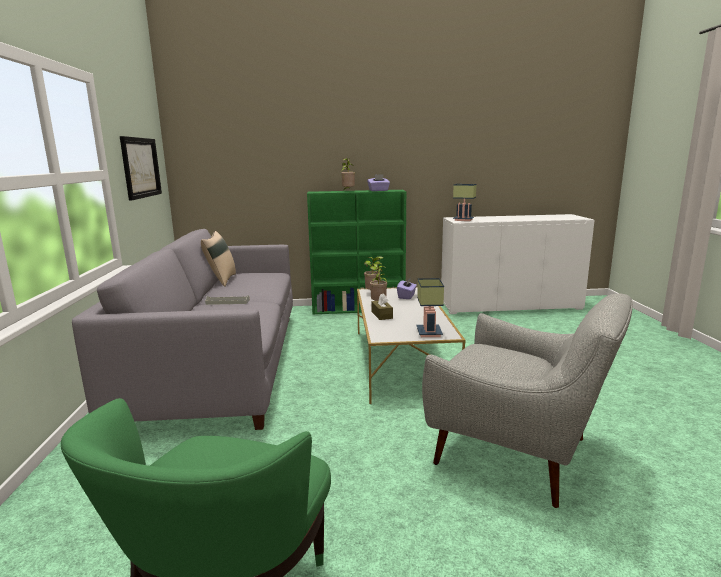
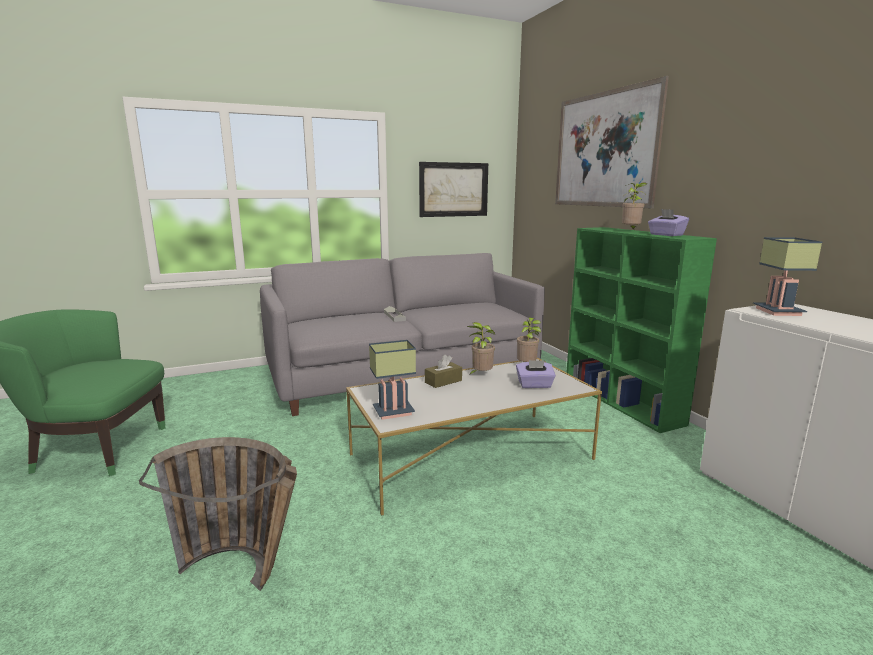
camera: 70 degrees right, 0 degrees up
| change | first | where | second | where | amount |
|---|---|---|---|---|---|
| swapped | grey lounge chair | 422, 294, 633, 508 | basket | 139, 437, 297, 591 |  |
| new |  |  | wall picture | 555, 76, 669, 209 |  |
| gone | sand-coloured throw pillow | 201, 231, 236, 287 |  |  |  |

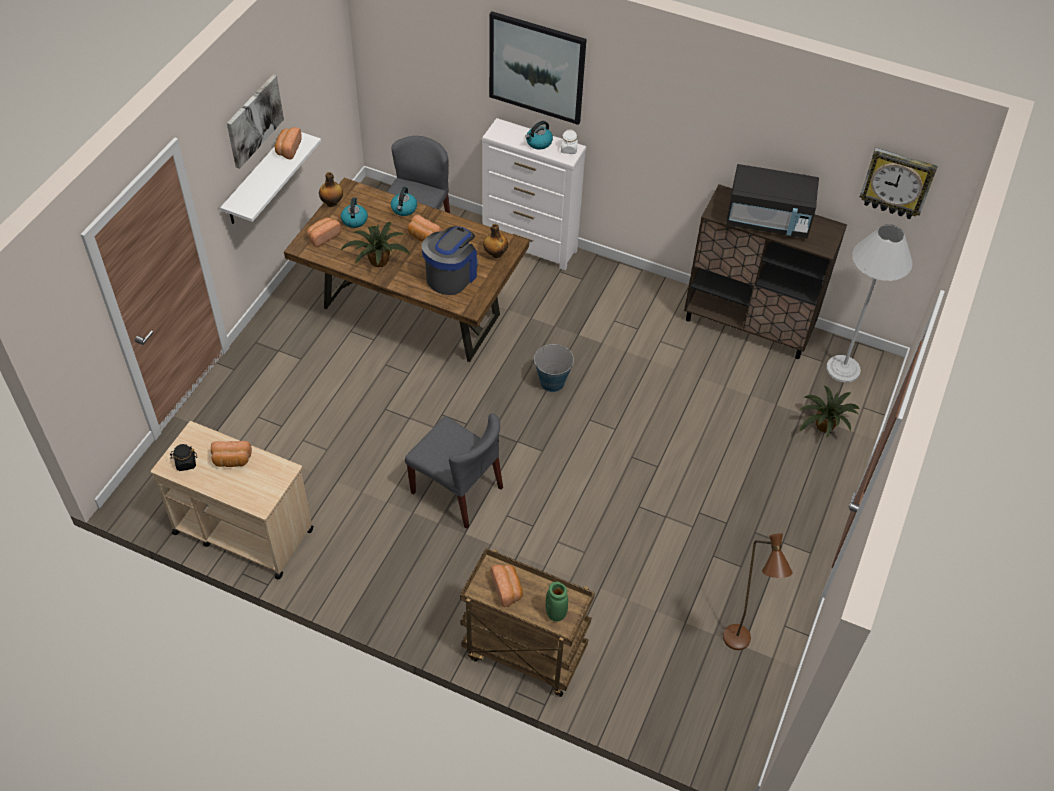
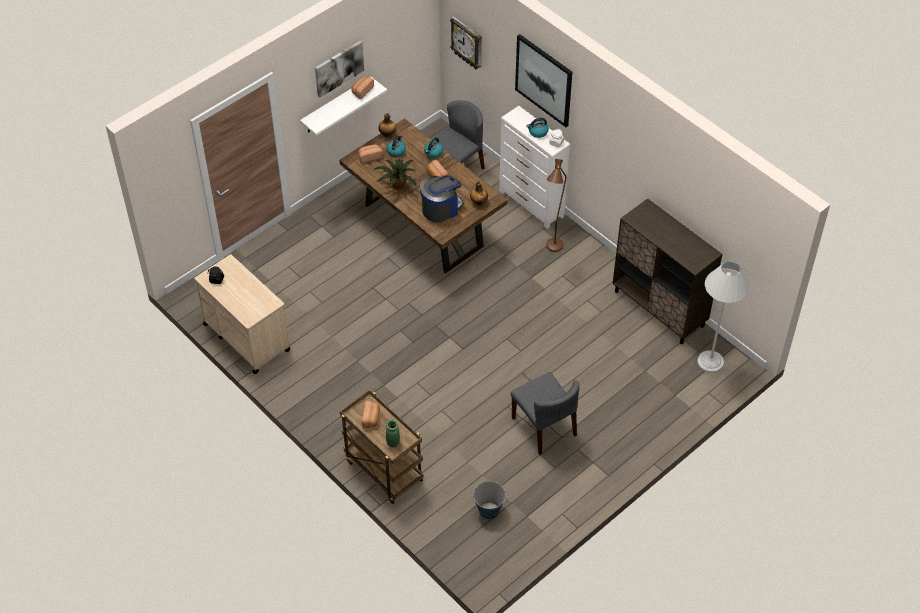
camera: 25 degrees right, 0 degrees up
| change | first | where | second | where | amount |
|---|---|---|---|---|---|
| shifted | wall clock | 860, 148, 938, 219 |  | 450, 16, 482, 70 |  |
| shifted | bucket | 533, 344, 574, 392 |  | 472, 481, 506, 519 |  |
| shifted | grey upright chair | 405, 413, 503, 529 |  | 511, 372, 580, 455 |  |
| shifted | brown floor lamp | 723, 533, 793, 650 |  | 546, 159, 566, 252 |  |
| gone | baked bread | 211, 441, 252, 467 |  |  |  |
| gone | black-coloured kitchen microwave | 726, 164, 819, 238 |  |  |  |
| gone | potted plant | 799, 386, 860, 437 |  |  |  |

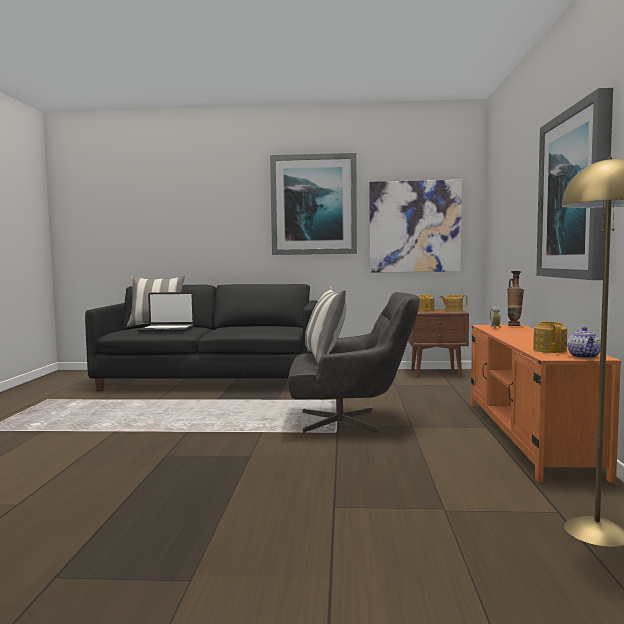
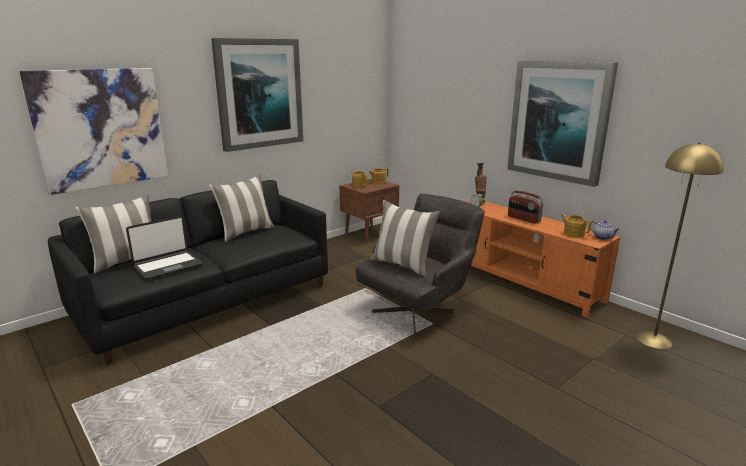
camera: 45 degrees left, 15 degrees up
| change | first | where | second | where | amount |
|---|---|---|---|---|---|
| shifted | wall picture | 369, 180, 462, 273 |  | 19, 68, 168, 195 |  |
| new |  |  | throw pillow | 209, 174, 275, 242 |  |
| new |  |  | radio receiver | 508, 190, 543, 224 |  |

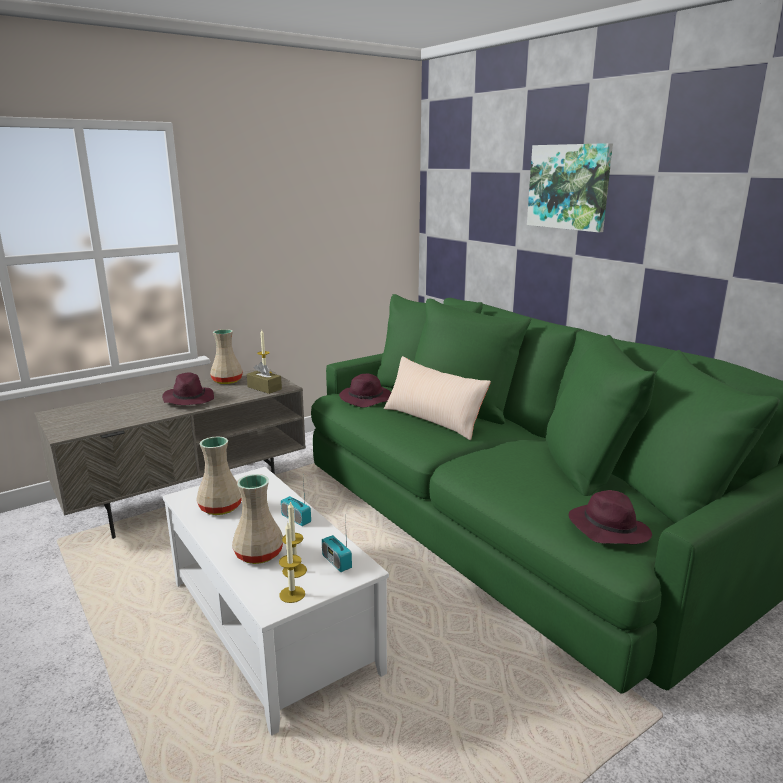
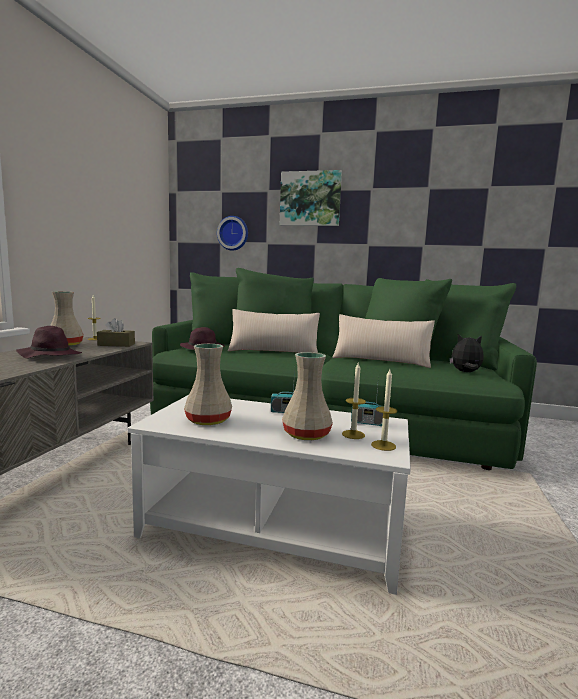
camera: 40 degrees left, 10 degrees down
| change | first | where | second | where | amount |
|---|---|---|---|---|---|
| new |  |  | wall clock | 217, 216, 248, 251 |  |
| new |  |  | sand-coloured throw pillow | 332, 314, 435, 368 |  |
| swapped | purple-coloured hat | 569, 490, 652, 544 | plush toy | 449, 334, 484, 372 |  |

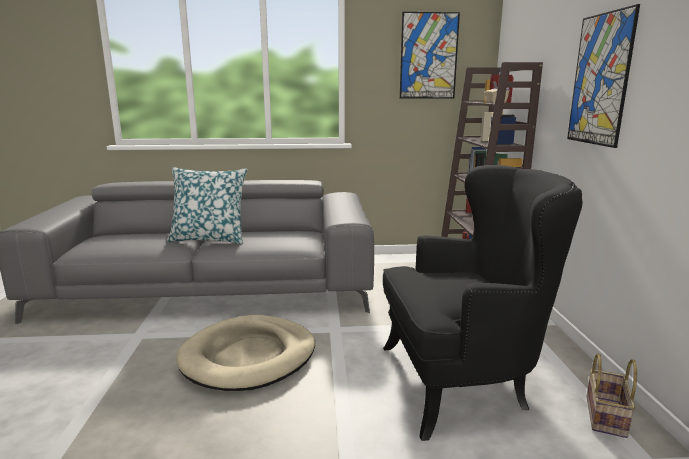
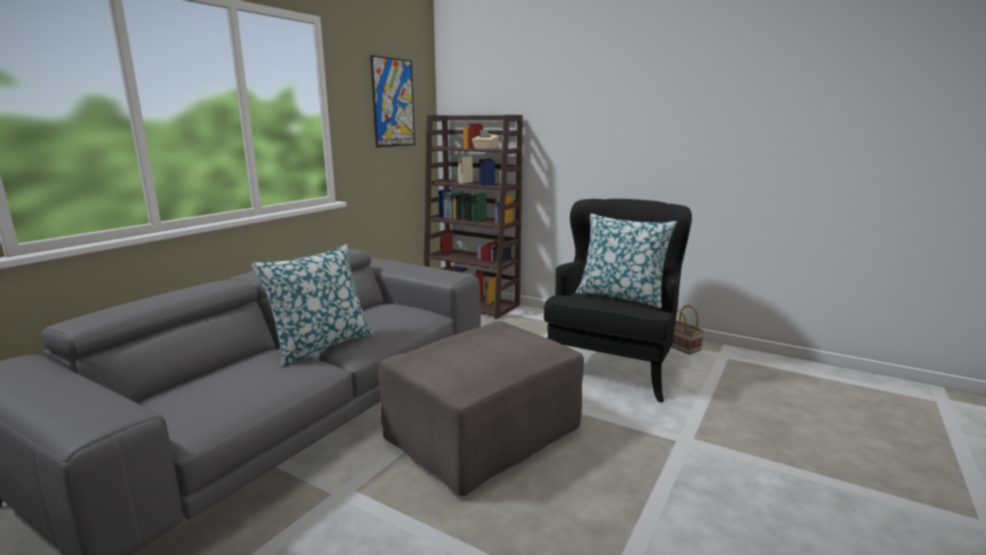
camera: 55 degrees left, 0 degrees up
| change | first | where | second | where | amount |
|---|---|---|---|---|---|
| swapped | sand-coloured dog bed | 176, 315, 315, 391 | grey pouffe | 378, 321, 584, 496 |  |
| new |  |  | throw pillow | 575, 214, 677, 309 |  |
| gone | wall picture | 567, 4, 640, 148 |  |  |  |

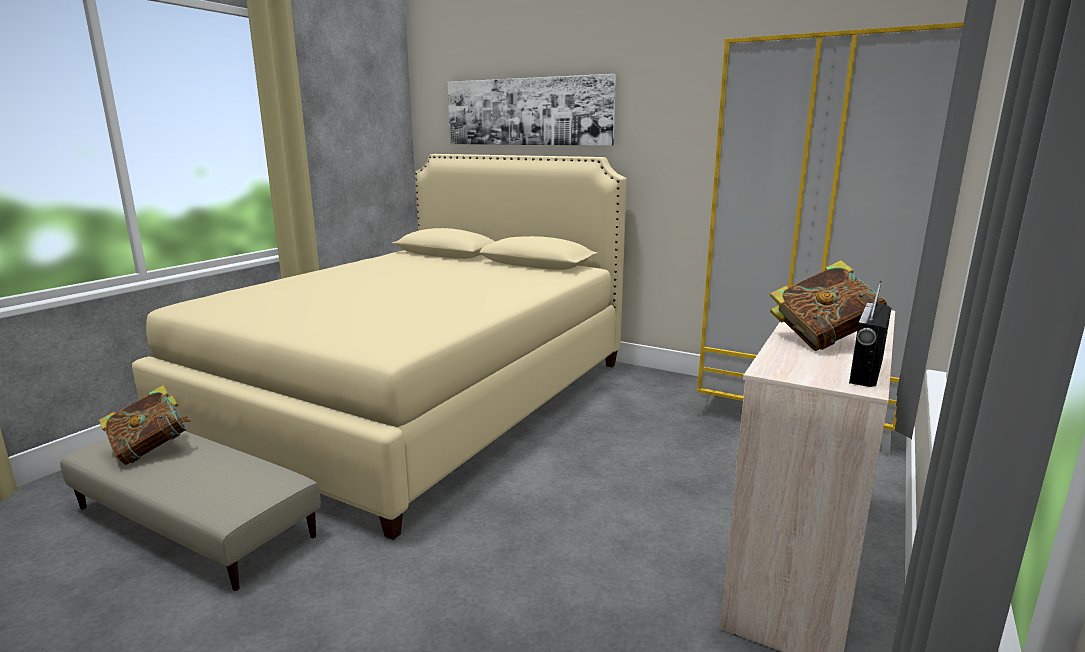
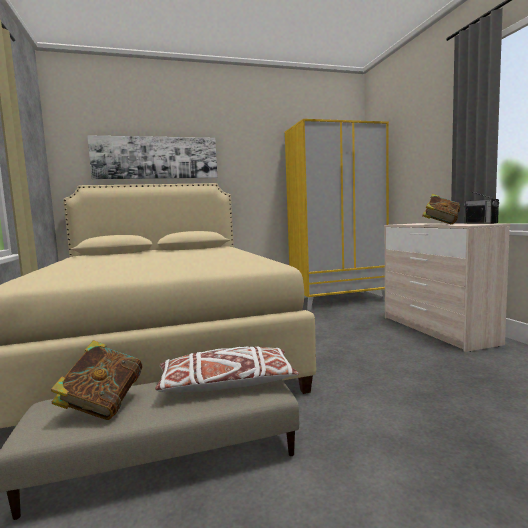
camera: 45 degrees left, 10 degrees down
| change | first | where | second | where | amount |
|---|---|---|---|---|---|
| new |  |  | whitish throw pillow | 155, 346, 299, 392 |  |

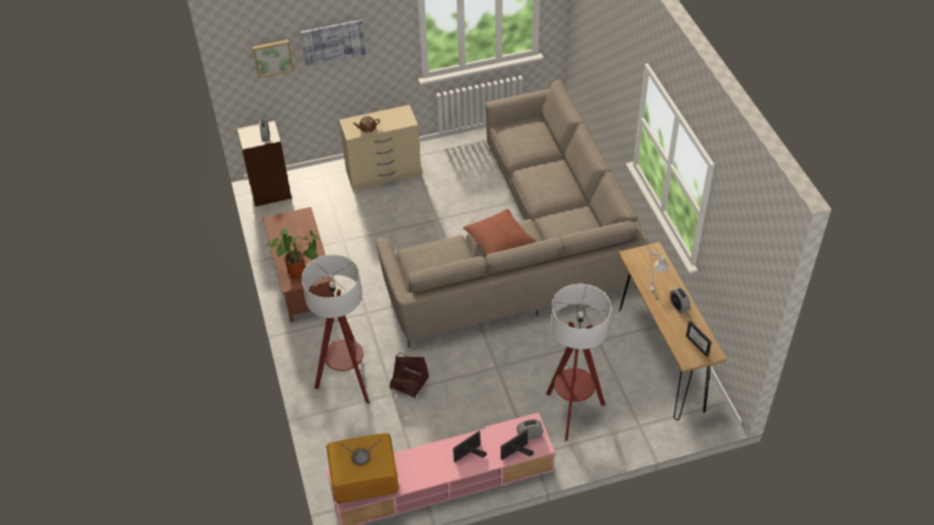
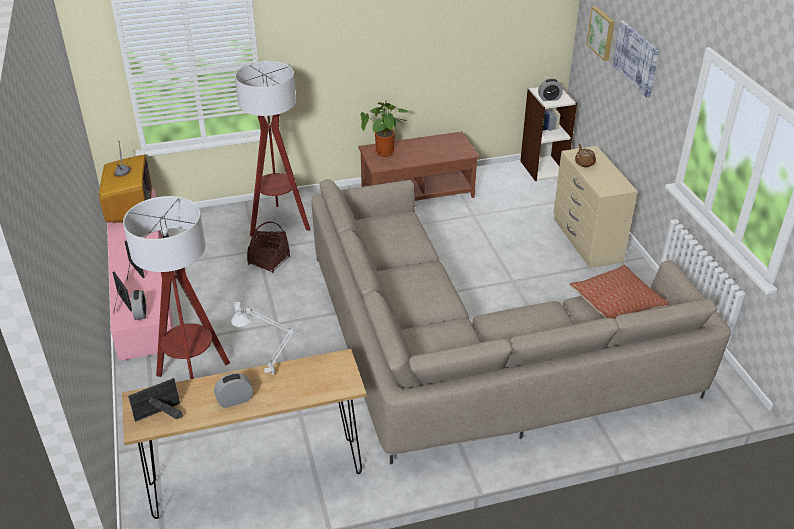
camera: 90 degrees right, 10 degrees down
| change | first | where | second | where | amount |
|---|---|---|---|---|---|
| shifted | throw pillow | 463, 209, 536, 256 |  | 569, 265, 669, 319 |  |

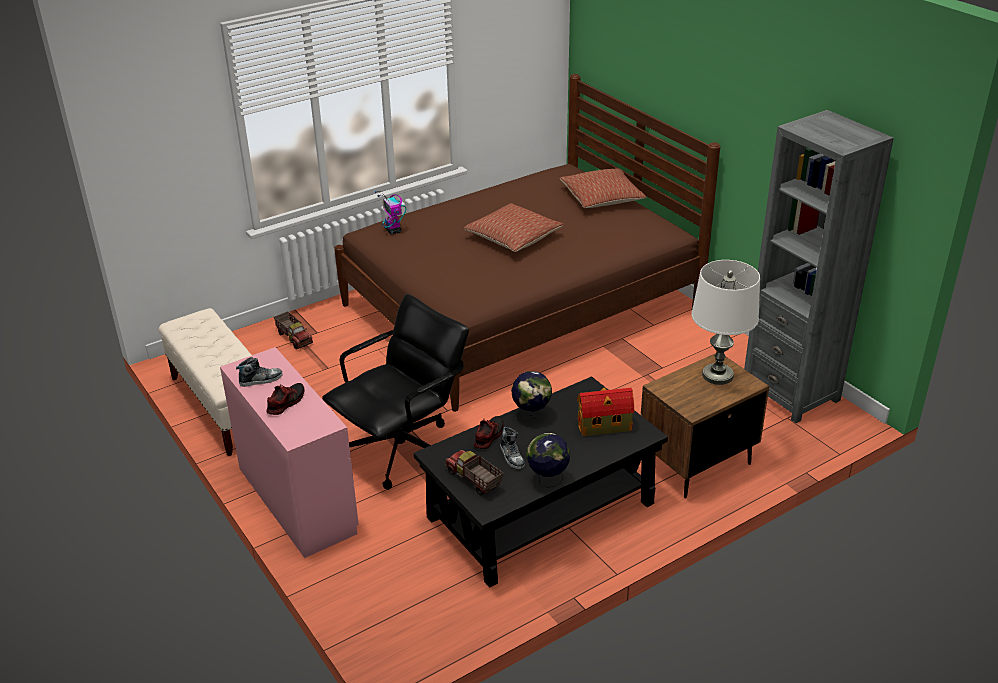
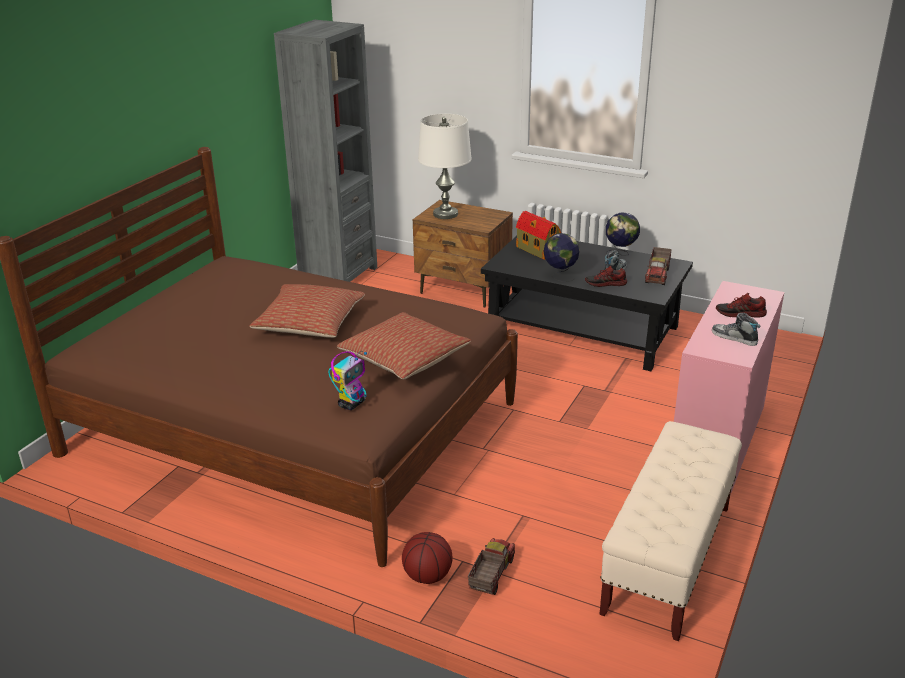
camera: 120 degrees left, 5 degrees down
| change | first | where | second | where | amount |
|---|---|---|---|---|---|
| shifted | throw pillow | 560, 168, 646, 208 |  | 337, 312, 471, 379 |  |
| new |  |  | basketball | 402, 532, 453, 584 |  |
| gone | black-coloured computer chair | 322, 294, 469, 490 |  |  |  |

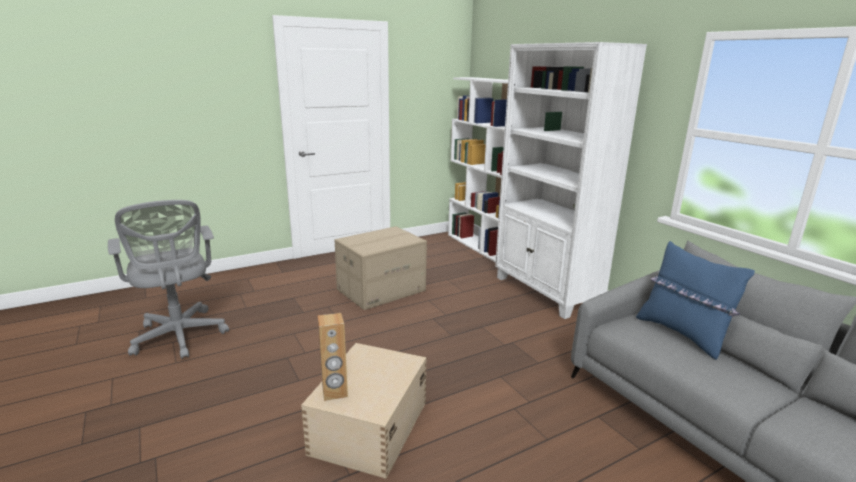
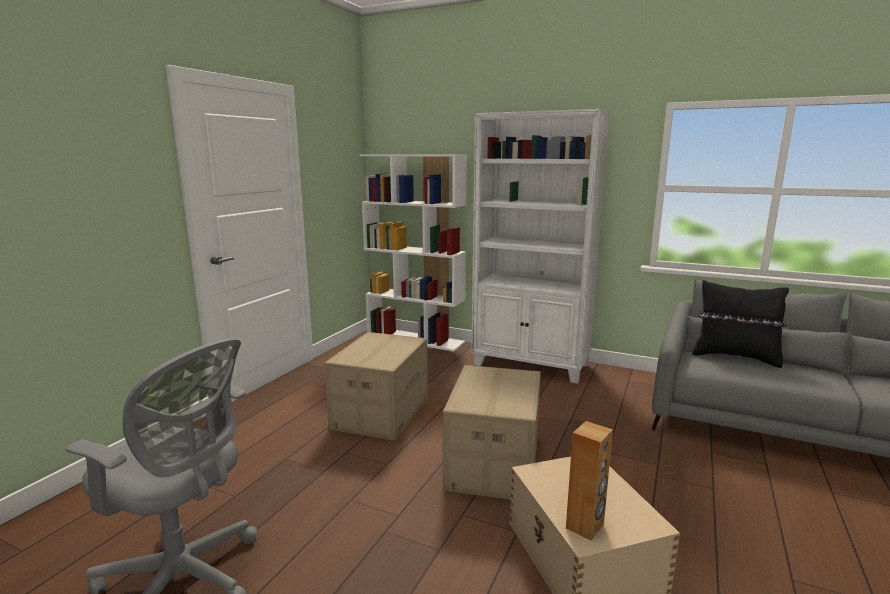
camera: 35 degrees left, 5 degrees down
| change | first | where | second | where | amount |
|---|---|---|---|---|---|
| new |  |  | carton | 443, 365, 541, 500 |  |
| repainted | blue throw pillow | 636, 241, 755, 360 | black-coloured throw pillow | 692, 280, 789, 368 |  |

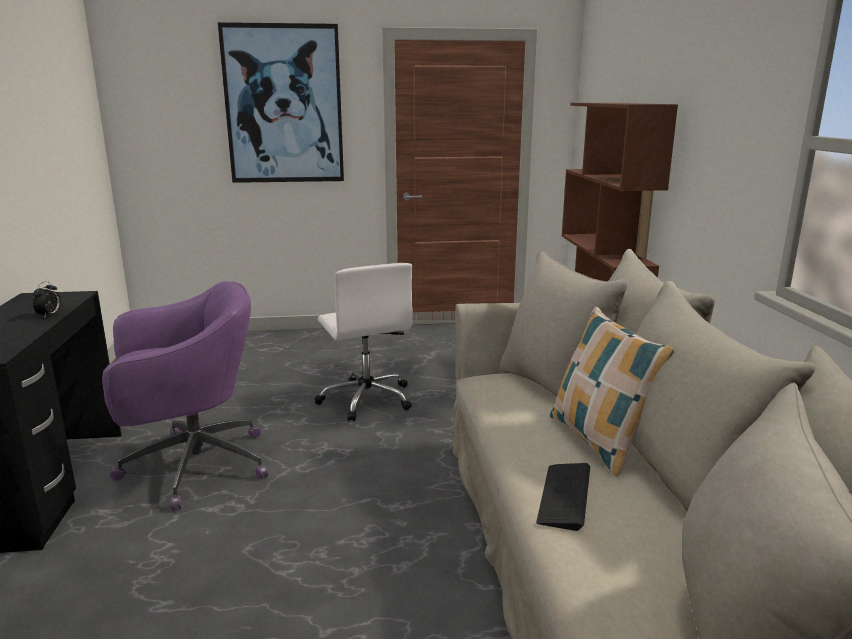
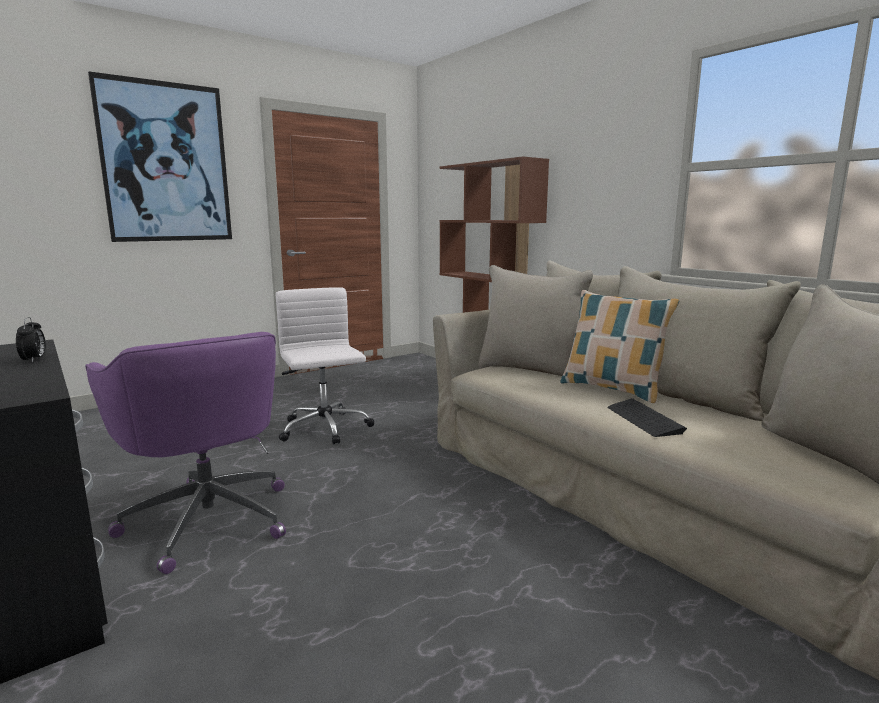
camera: 30 degrees left, 5 degrees down
| change | first | where | second | where | amount |
|---|---|---|---|---|---|
| rotated | purple-coloured computer chair | 102, 281, 268, 510 |  | 85, 332, 286, 574 | 105 degrees clockwise |
| rotated | whitish computer chair | 314, 263, 412, 421 |  | 276, 287, 375, 444 | 150 degrees counterclockwise |

